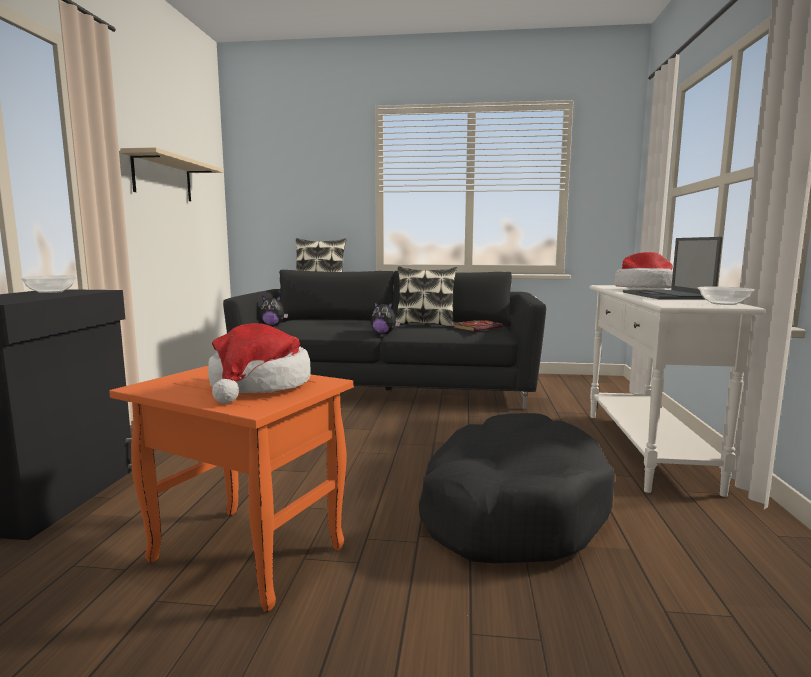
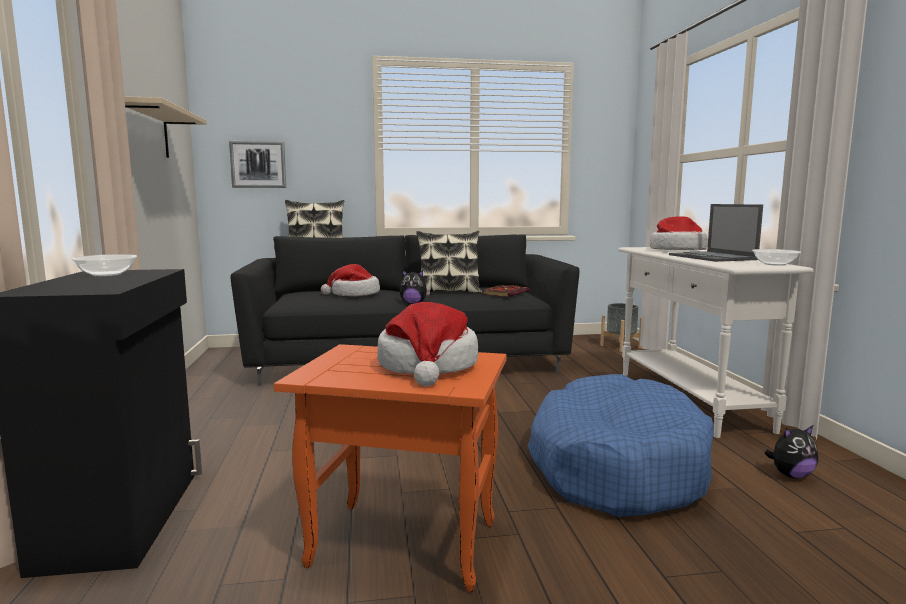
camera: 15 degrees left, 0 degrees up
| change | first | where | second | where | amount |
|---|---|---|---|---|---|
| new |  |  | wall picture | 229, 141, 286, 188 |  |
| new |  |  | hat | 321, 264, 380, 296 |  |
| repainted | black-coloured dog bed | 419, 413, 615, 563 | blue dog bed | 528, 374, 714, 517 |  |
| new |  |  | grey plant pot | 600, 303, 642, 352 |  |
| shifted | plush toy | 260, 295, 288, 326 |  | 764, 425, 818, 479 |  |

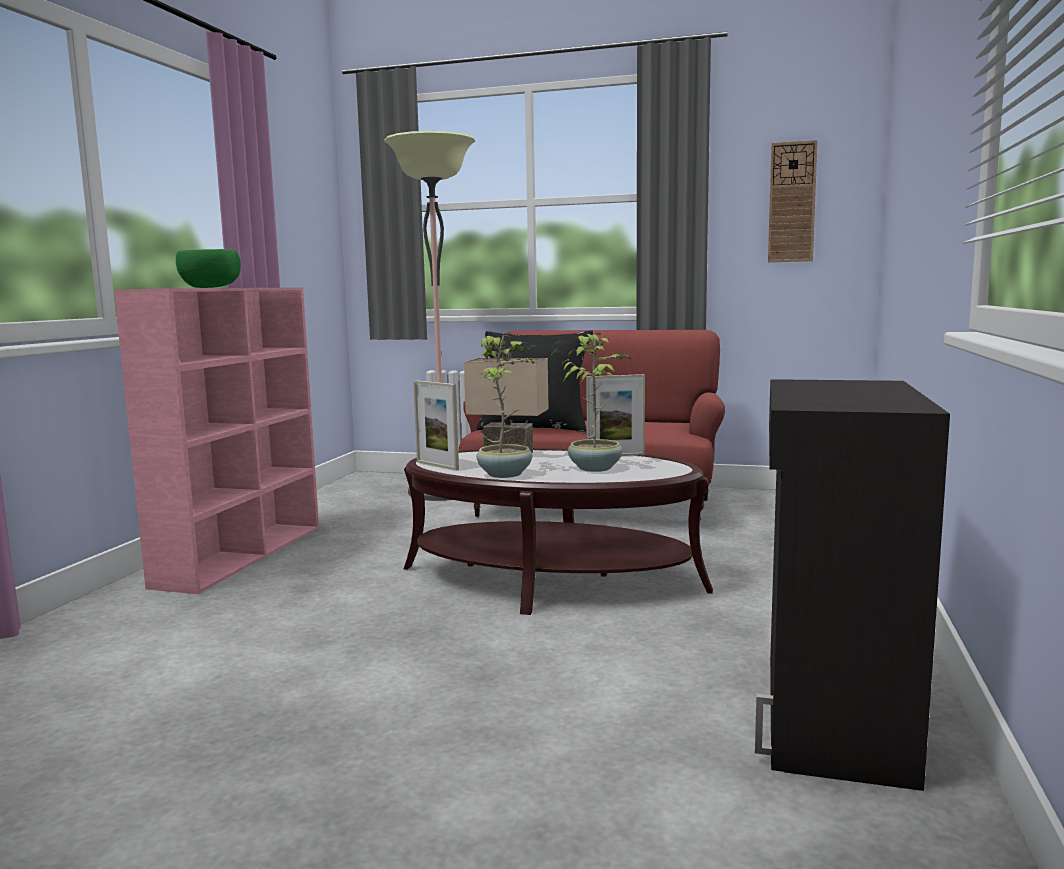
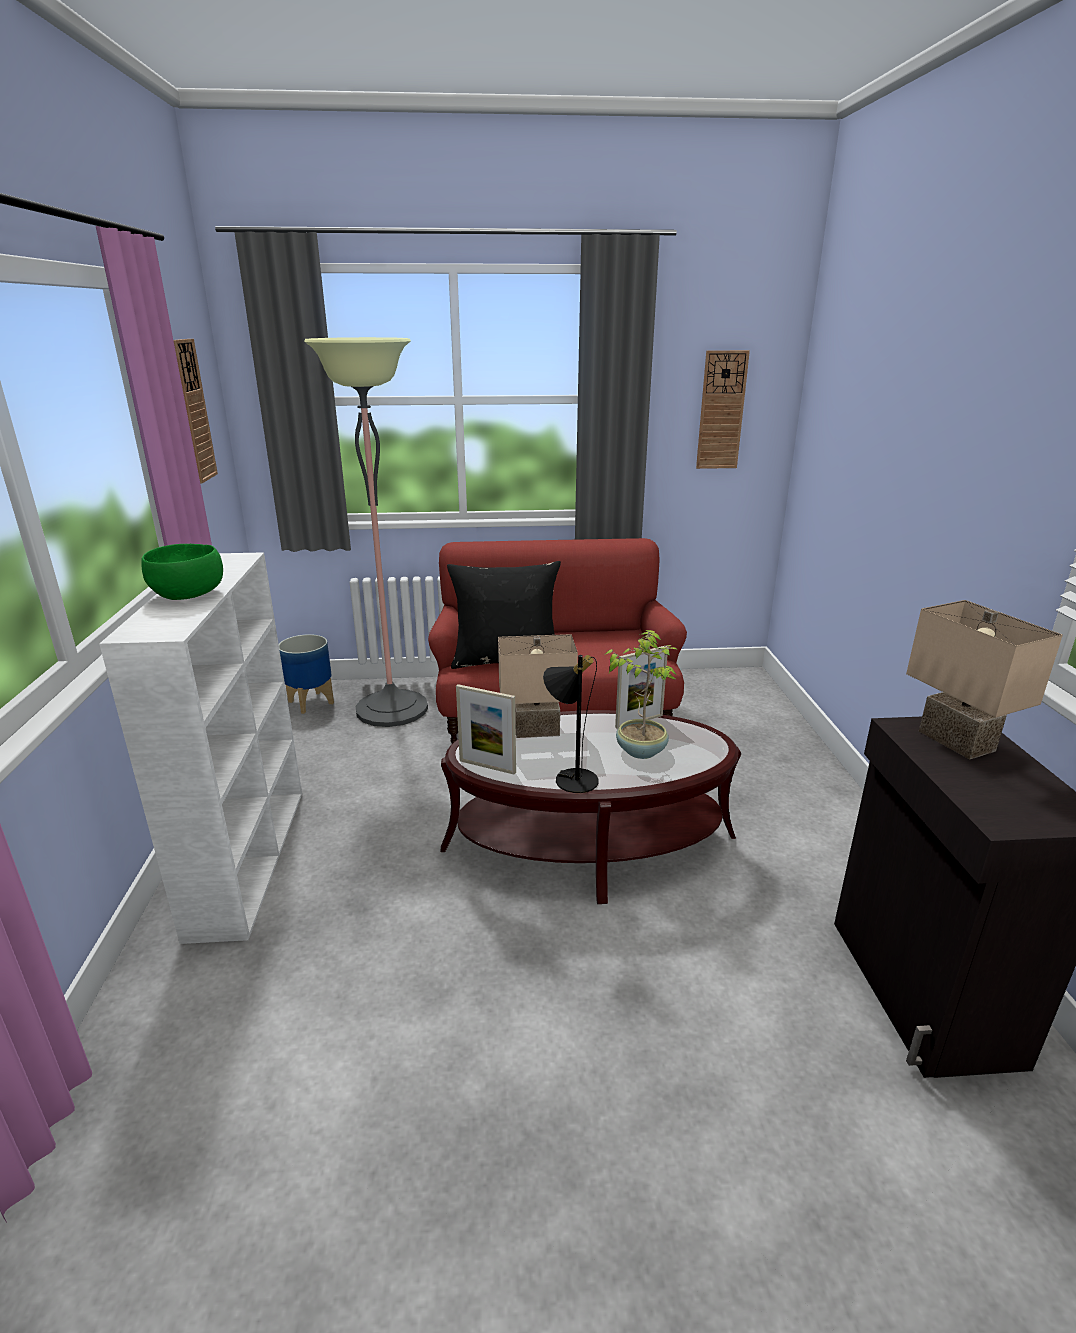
camera: 20 degrees left, 15 degrees up
| change | first | where | second | where | amount |
|---|---|---|---|---|---|
| repainted | pink shelving unit | 114, 287, 319, 594 | whitish shelving unit | 99, 552, 302, 944 |  |
| new |  |  | wall clock | 173, 339, 218, 483 |  |
| new |  |  | plant pot | 279, 634, 334, 714 |  |
| swapped | potted plant | 476, 335, 535, 478 | black-coloured table lamp | 543, 655, 599, 793 |  |
| new |  |  | sand-coloured table lamp | 906, 600, 1063, 760 |  |

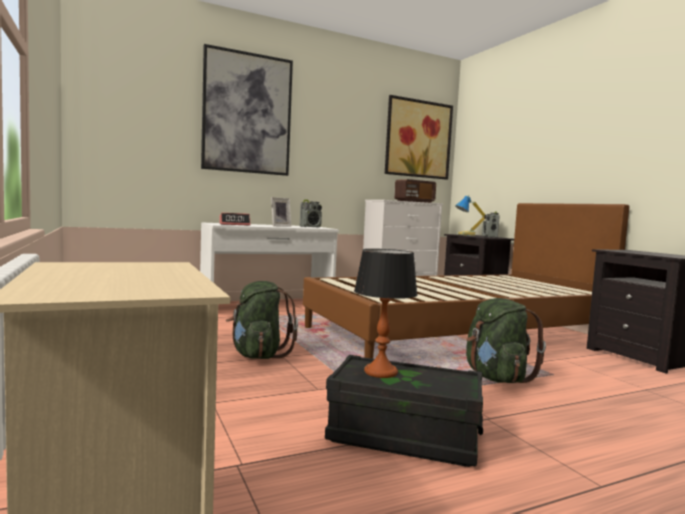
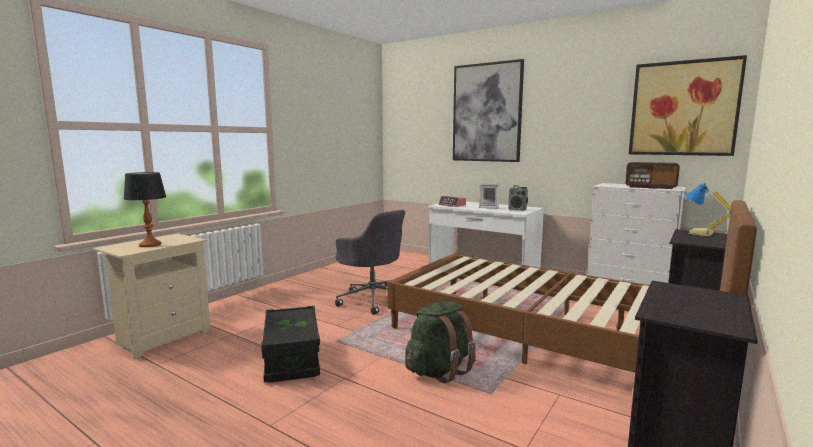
camera: 60 degrees right, 5 degrees up
| change | first | where | second | where | amount |
|---|---|---|---|---|---|
| shifted | table lamp | 354, 249, 418, 378 |  | 124, 172, 166, 247 |  |
| swapped | greenish rucksack | 226, 281, 298, 359 | grey computer chair | 335, 209, 405, 315 |  |
| gone | radio receiver | 482, 211, 500, 238 |  |  |  |

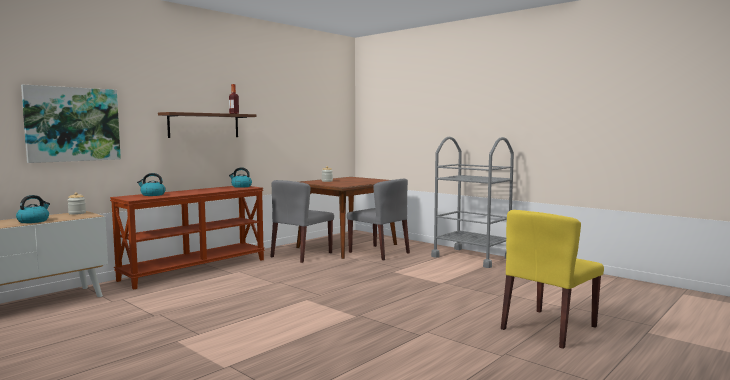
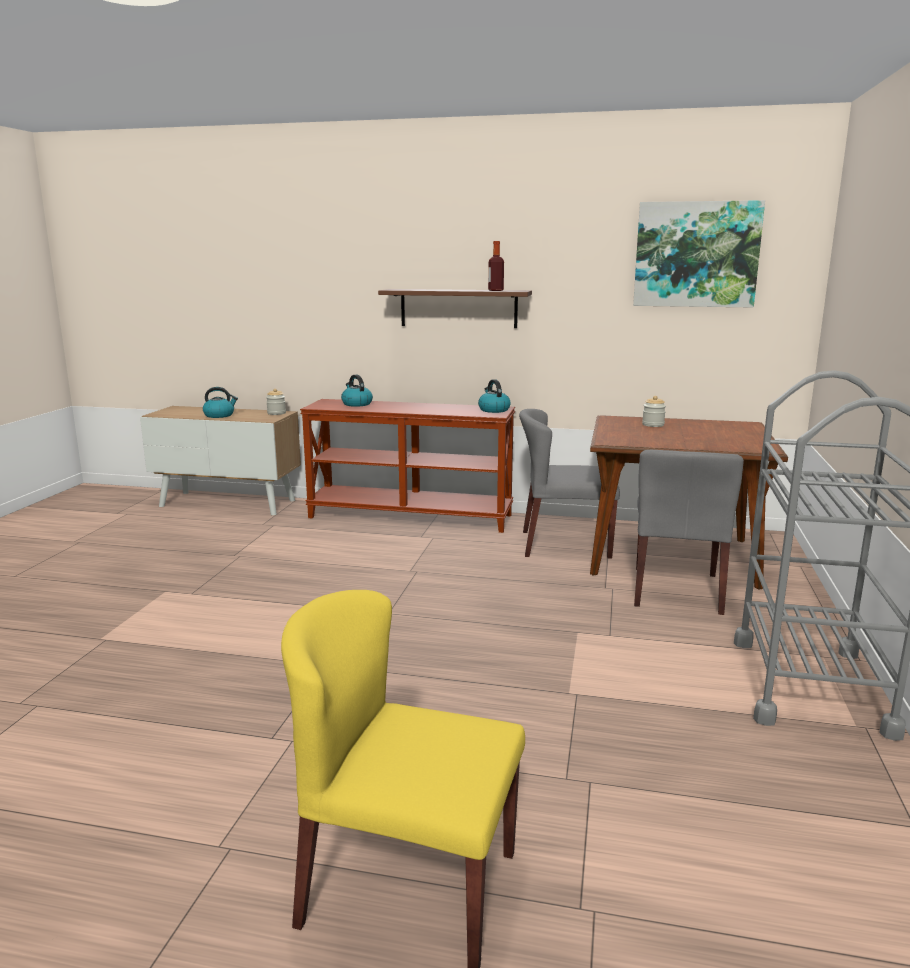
camera: 60 degrees right, 10 degrees up
| change | first | where | second | where | amount |
|---|---|---|---|---|---|
| shifted | wall picture | 21, 85, 121, 163 |  | 633, 200, 765, 308 |  |

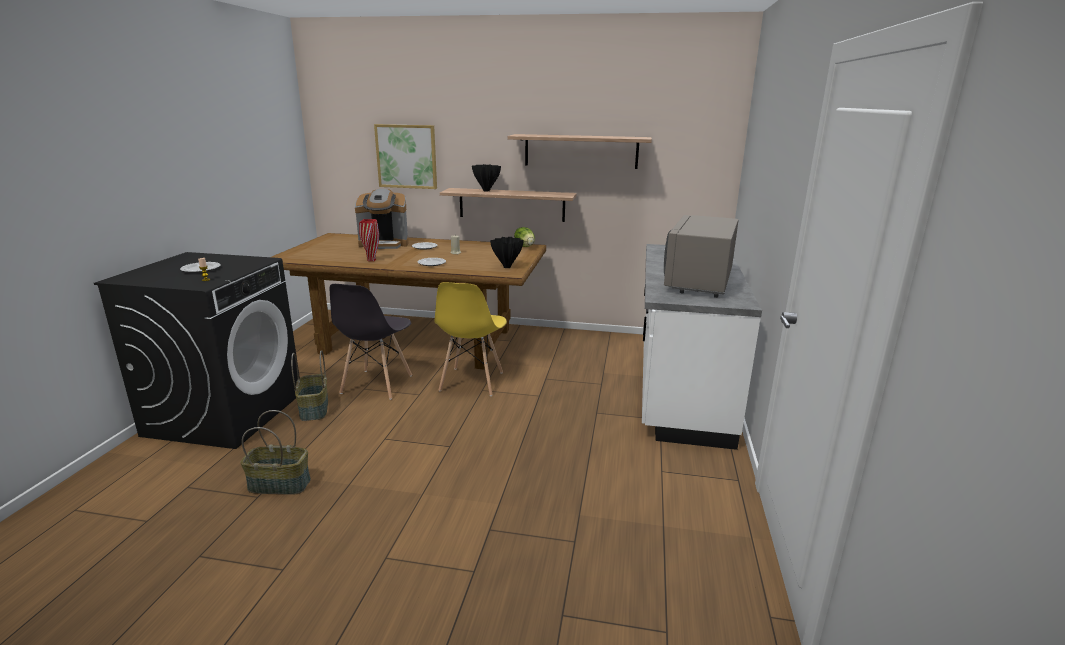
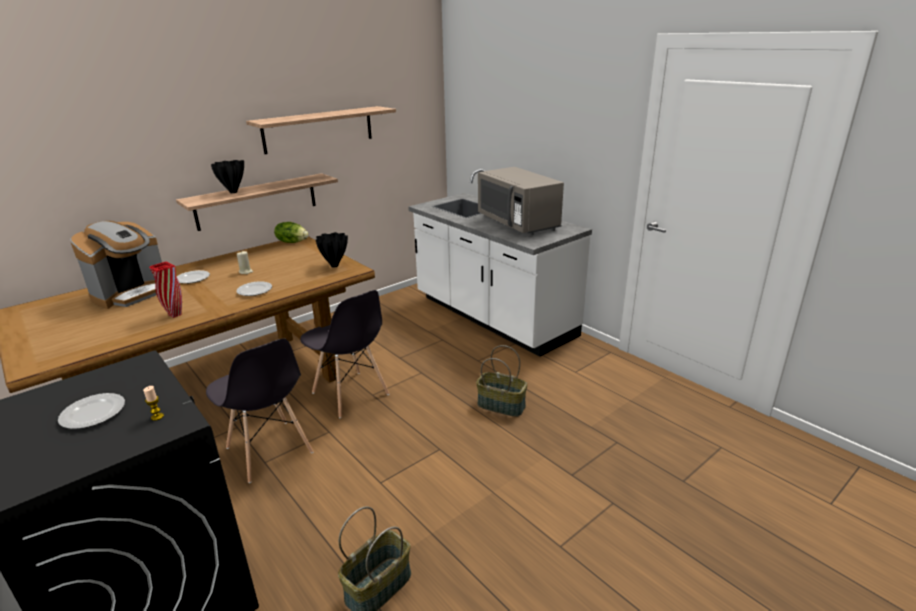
camera: 50 degrees left, 5 degrees up
| change | first | where | second | where | amount |
|---|---|---|---|---|---|
| repainted | yellow upright chair | 435, 282, 507, 396 | grey upright chair | 300, 290, 390, 418 |  |
| shifted | basket | 291, 350, 328, 421 |  | 476, 345, 528, 417 |  |
| gone | wall picture | 374, 124, 437, 189 |  |  |  |

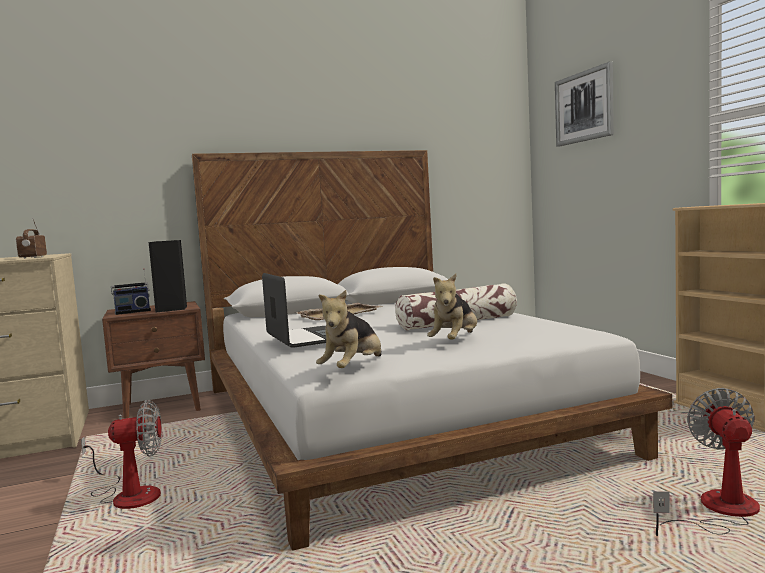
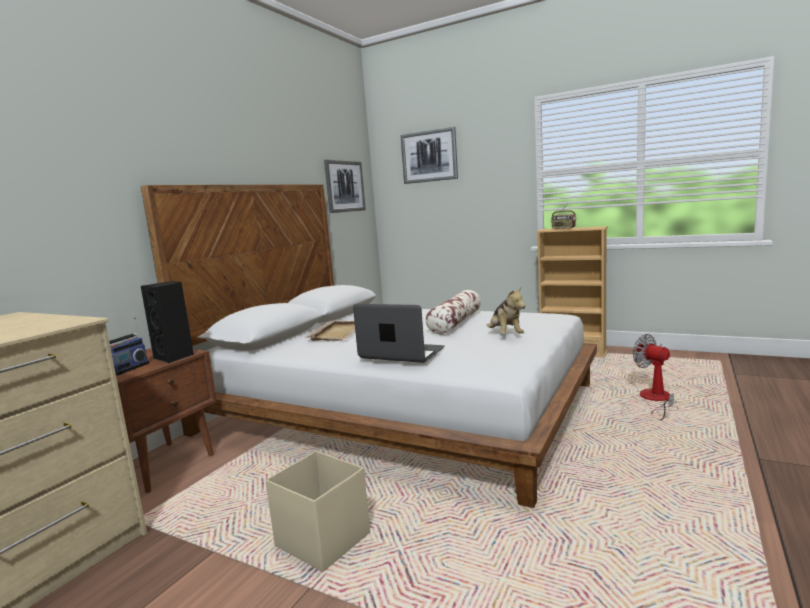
camera: 40 degrees left, 5 degrees up
| change | first | where | second | where | amount |
|---|---|---|---|---|---|
| swapped | electric fan | 81, 400, 162, 509 | sand-coloured storage box | 265, 451, 370, 572 |  |
| new |  |  | wall picture | 324, 160, 366, 213 |  |
| shifted | radio receiver | 16, 217, 47, 258 |  | 551, 205, 576, 229 |  |
| gone | plush toy | 316, 290, 381, 368 |  |  |  |

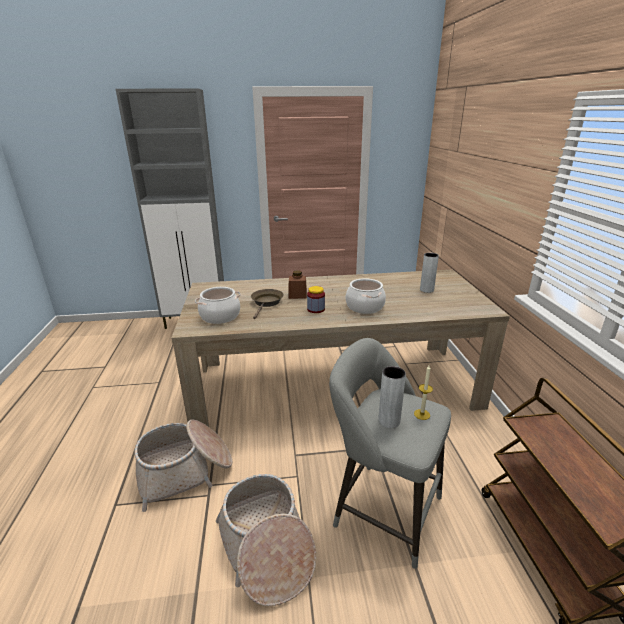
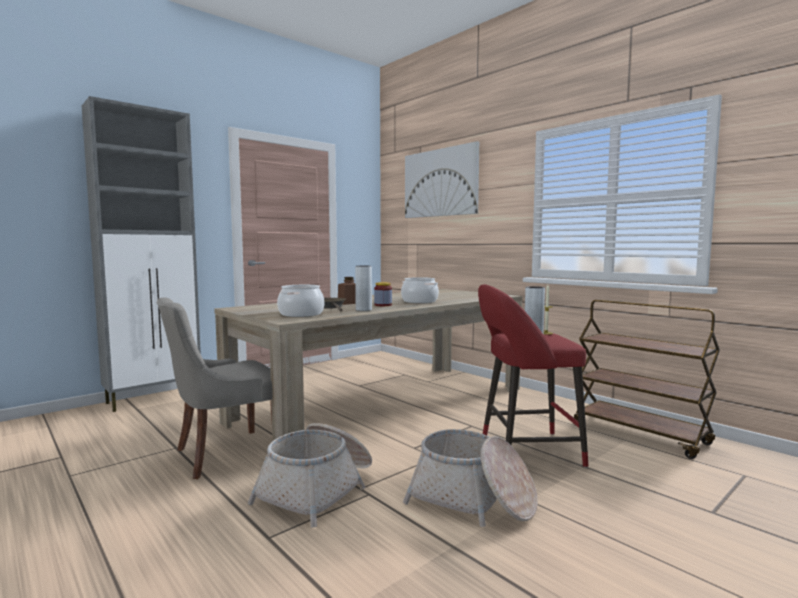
camera: 35 degrees left, 20 degrees down
| change | first | where | second | where | amount |
|---|---|---|---|---|---|
| new |  |  | grey upright chair | 157, 298, 272, 479 |  |
| shifted | grey decorative vase | 420, 253, 439, 293 |  | 355, 266, 372, 311 |  |
| new |  |  | wall picture | 405, 141, 479, 218 |  |
| repainted | grey stool seat | 329, 338, 451, 569 | red-coloured stool seat | 478, 284, 588, 468 |  |

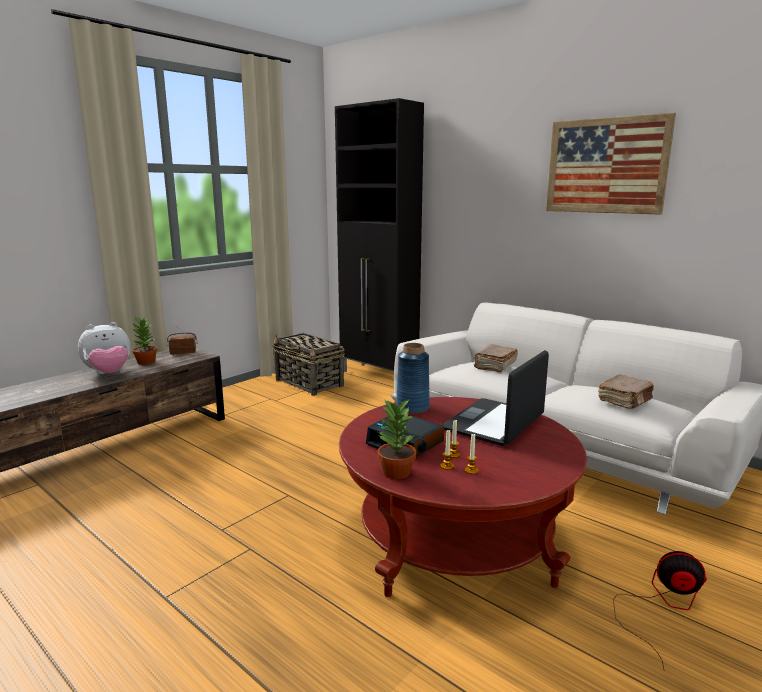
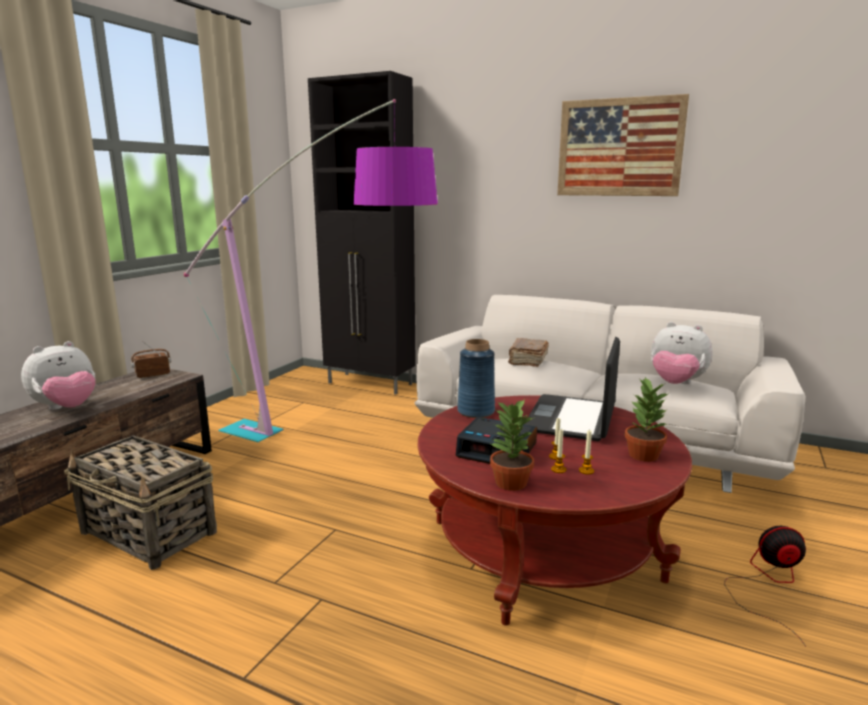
camera: 15 degrees left, 0 degrees up
| change | first | where | second | where | amount |
|---|---|---|---|---|---|
| shifted | basket | 272, 333, 345, 396 |  | 64, 435, 217, 570 |  |
| new |  |  | floor lamp | 184, 99, 438, 442 |  |
| shifted | potted plant | 132, 316, 157, 365 |  | 625, 377, 668, 462 |  |
| swapped | brown bound book | 598, 375, 654, 409 | plush toy | 651, 322, 713, 384 |  |

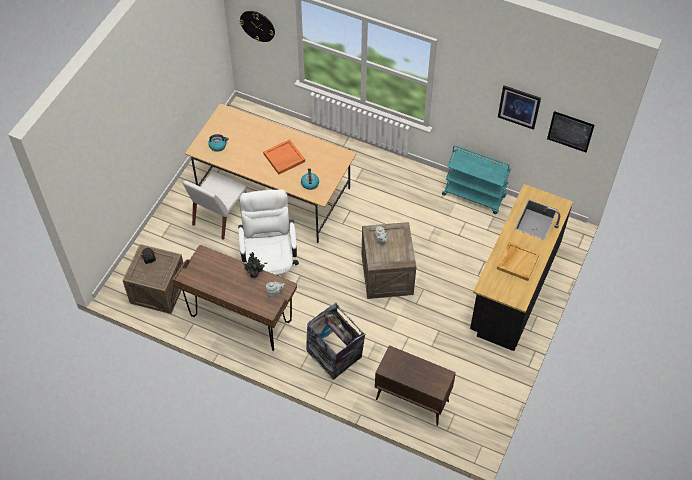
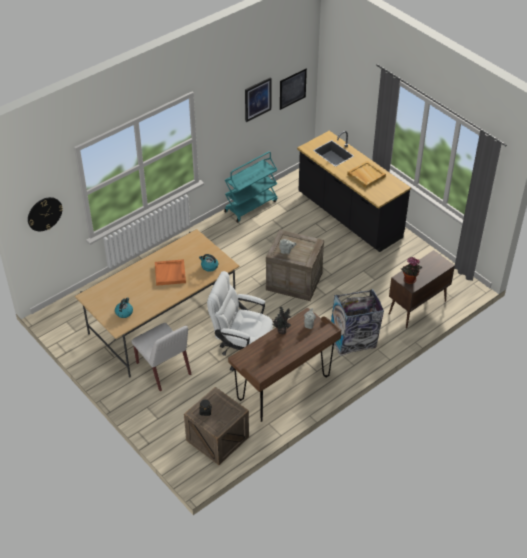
camera: 65 degrees left, 10 degrees down
| change | first | where | second | where | amount |
|---|---|---|---|---|---|
| new |  |  | potted plant | 401, 257, 422, 284 |  |

